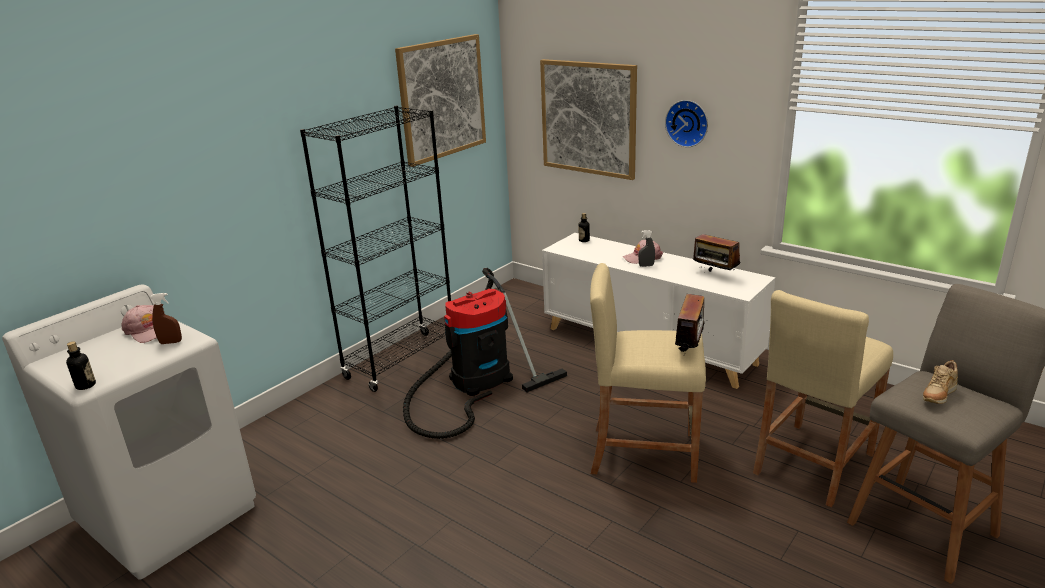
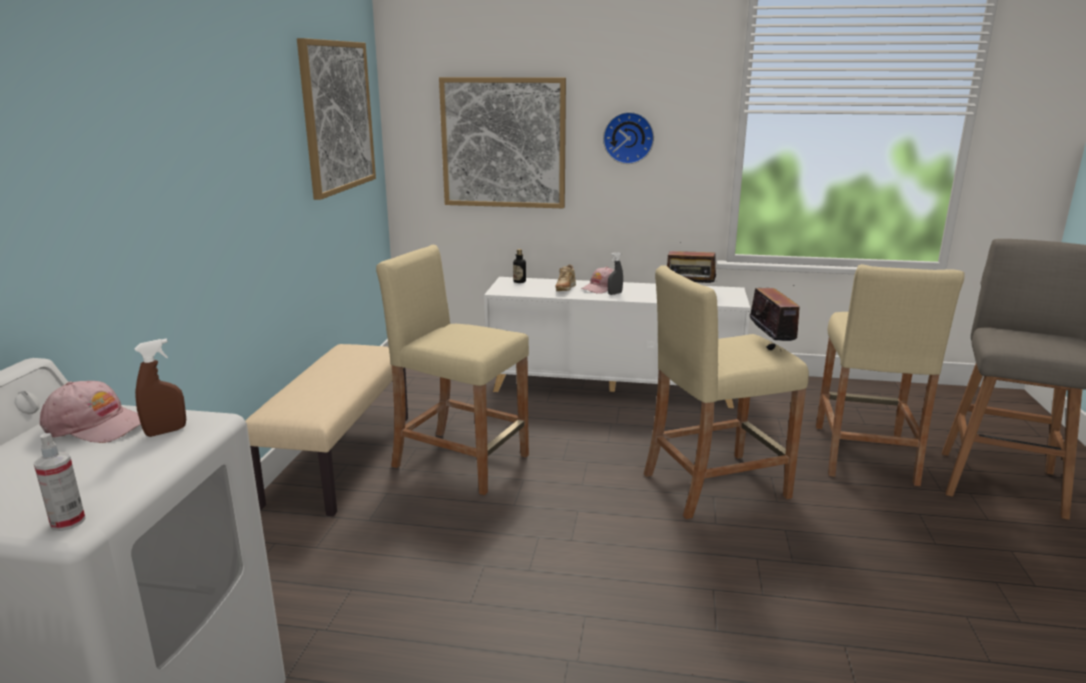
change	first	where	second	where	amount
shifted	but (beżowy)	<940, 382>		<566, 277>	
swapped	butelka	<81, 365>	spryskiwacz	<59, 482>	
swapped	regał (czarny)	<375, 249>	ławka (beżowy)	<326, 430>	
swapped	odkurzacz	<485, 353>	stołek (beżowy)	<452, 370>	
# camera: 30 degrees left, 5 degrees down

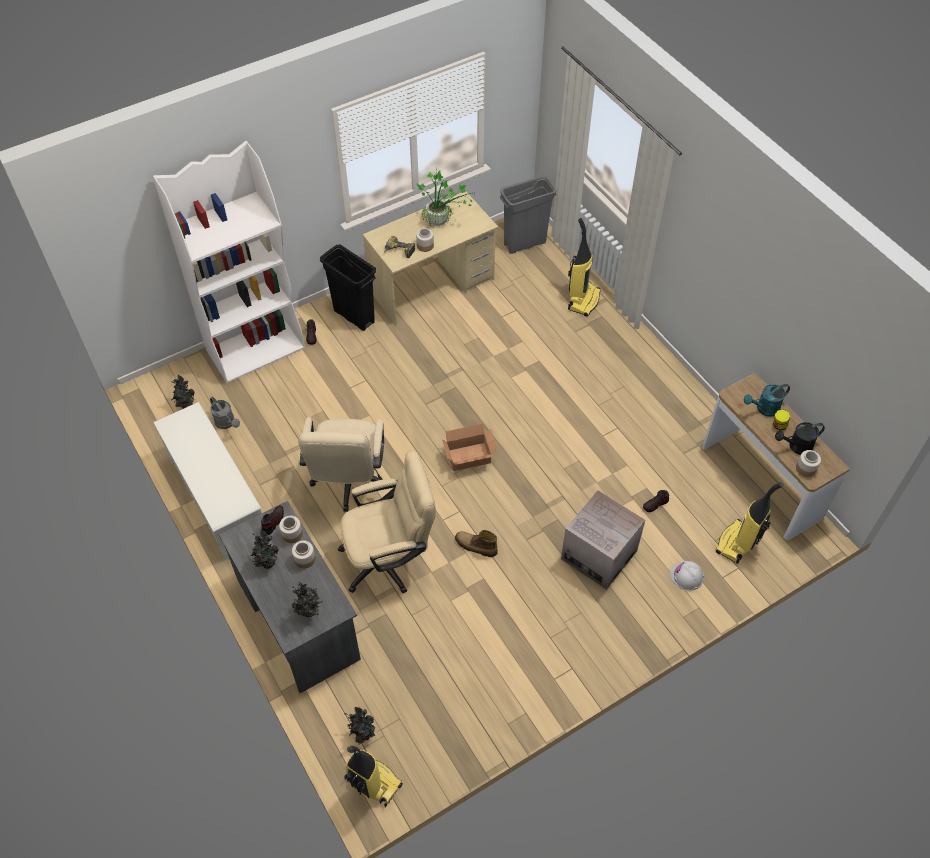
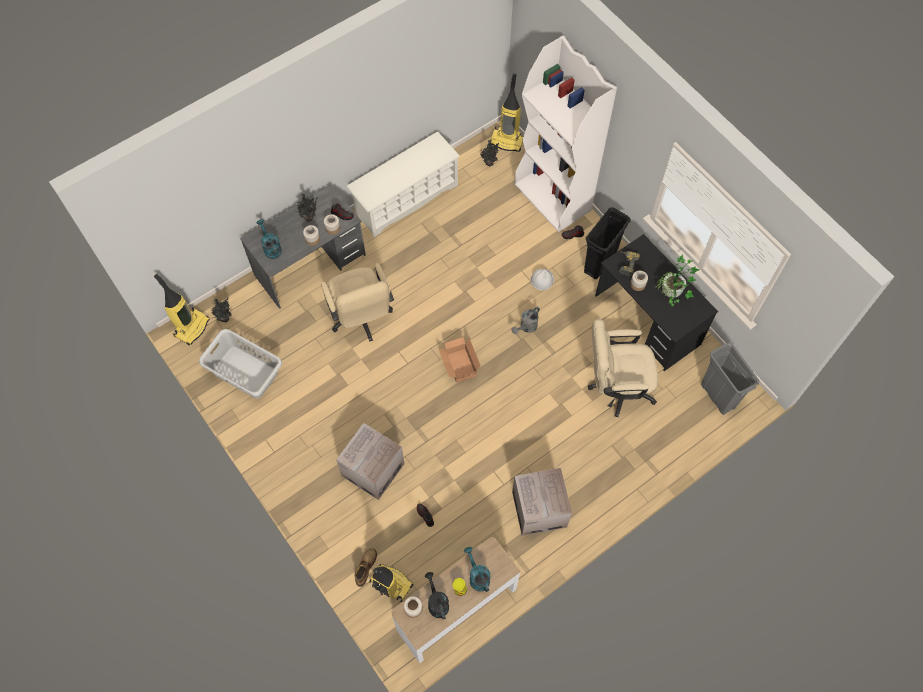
change	first	where	second	where	amount
new			kosz na pranie (szary)	<240, 364>	
new			karton	<542, 502>	
shifted	konewka (szary)	<225, 413>		<526, 320>	
shifted	krzesło biurowe (beżowy)	<341, 464>		<623, 368>	
shifted	but z cholewką	<476, 543>		<366, 568>	
shifted	odkurzacz	<584, 267>		<507, 112>	
shifted	kask (biały)	<687, 576>		<542, 279>	
swapped	roślina doniczkowa	<307, 599>	konewka (turkusowy)	<269, 239>	
repainted	biurko (beżowy)	<430, 258>	biurko (czarny)	<656, 302>	
# camera: 85 degrees right, 10 degrees up

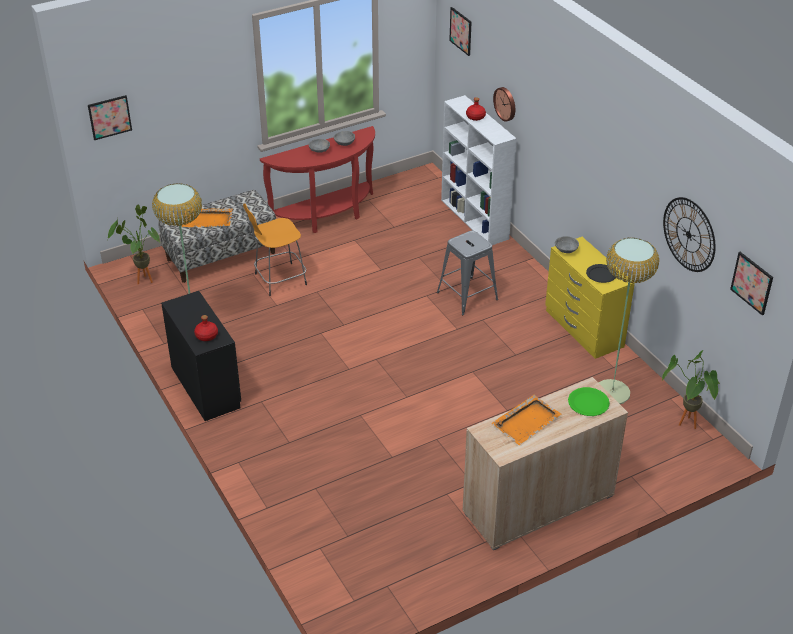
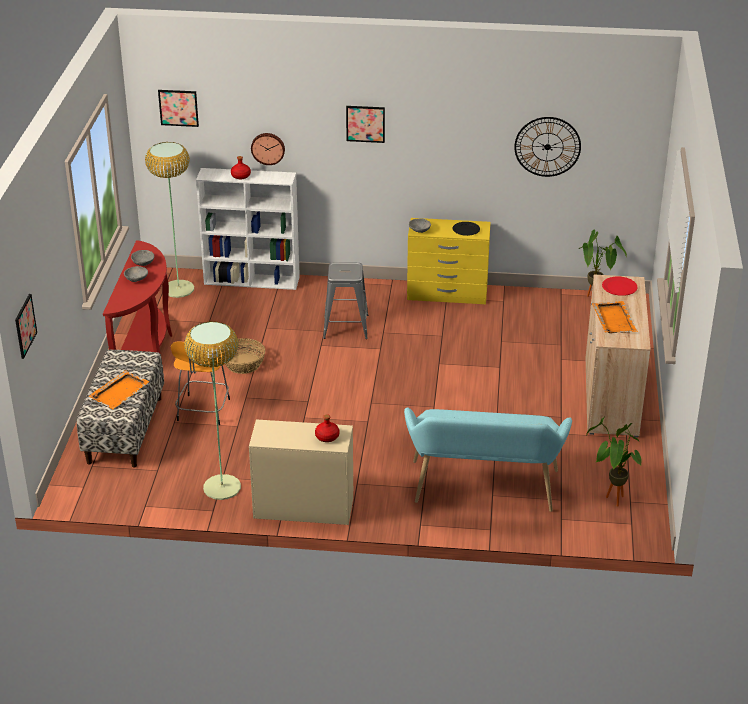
change	first	where	second	where	amount
new			koszyk	<244, 356>	
new			ławka (turkusowy)	<488, 459>	
shifted	roślina doniczkowa	<134, 244>		<614, 462>	
shifted	lampa stojąca	<628, 320>		<169, 220>	
shifted	obraz	<751, 283>		<365, 124>	
repainted	komoda (czarny)	<201, 356>	komoda (beżowy)	<301, 472>	
repainted	talerz (zielony)	<589, 401>	talerz (czerwony)	<620, 286>	
# camera: 55 degrees left, 5 degrees down

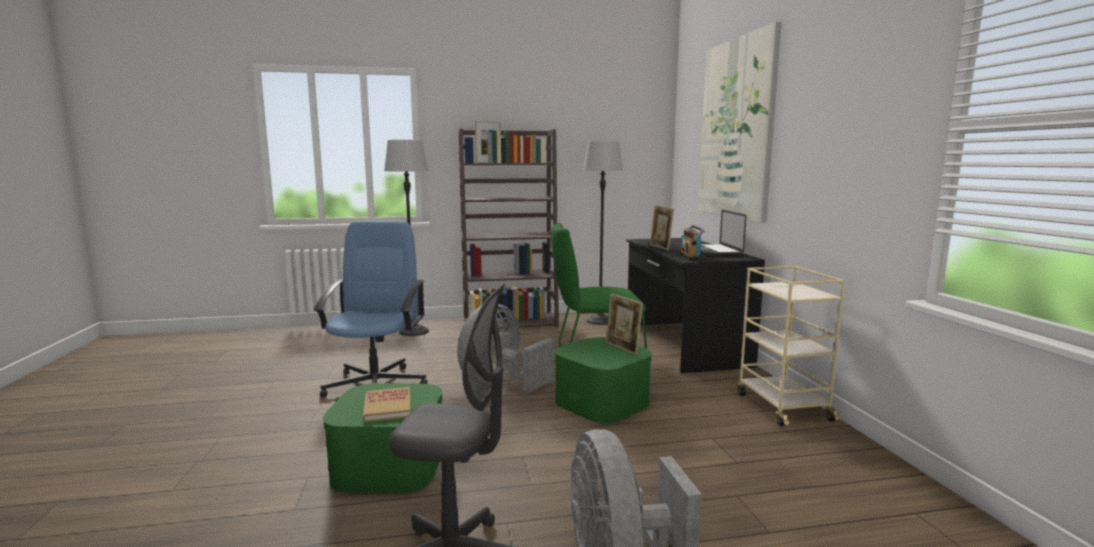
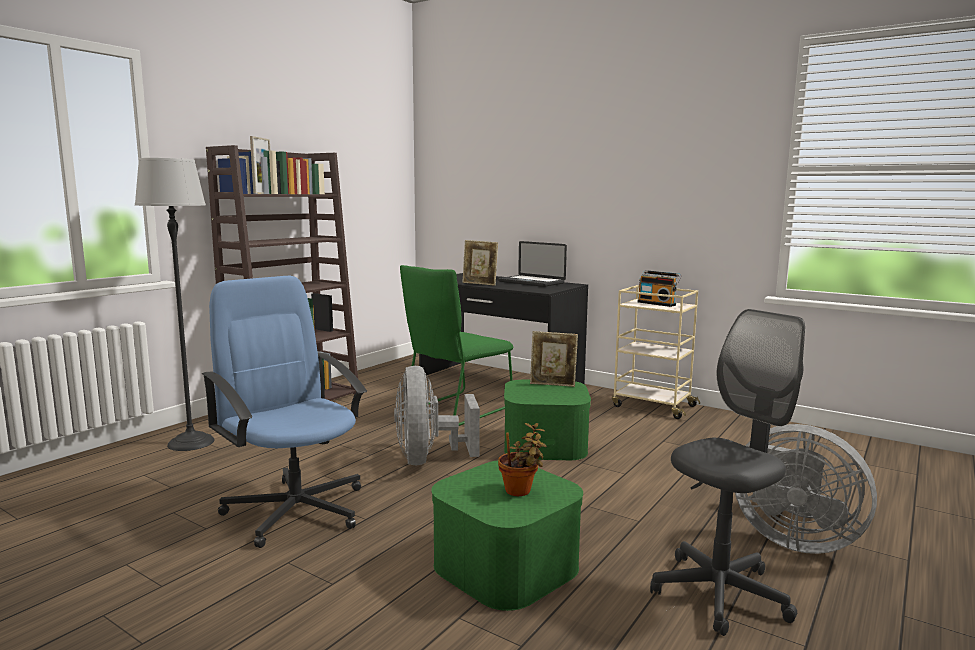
change	first	where	second	where	amount
gone	lampa stojąca	<603, 233>			
gone	obraz	<740, 122>			
shifted	radio	<692, 242>		<659, 288>	
swapped	książka	<387, 404>	roślina doniczkowa	<522, 459>	
# camera: 45 degrees left, 0 degrees up

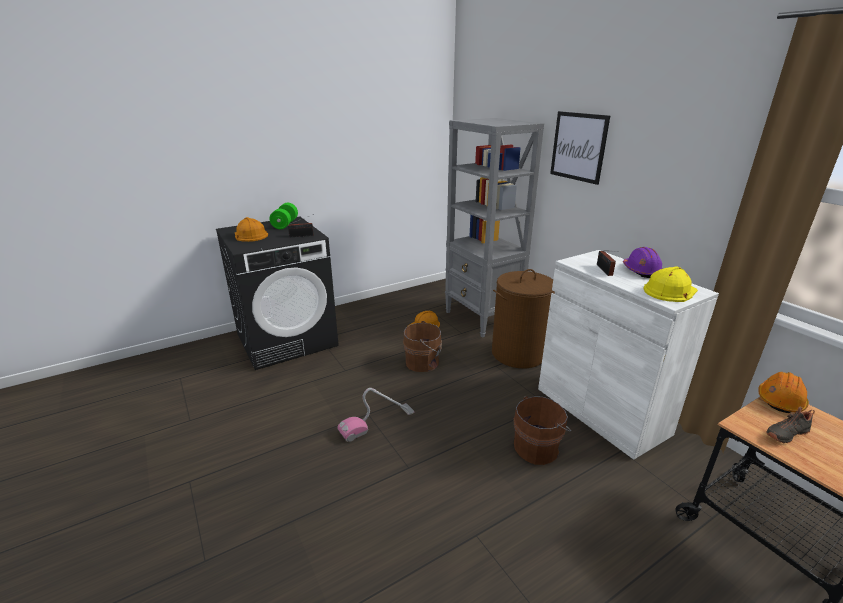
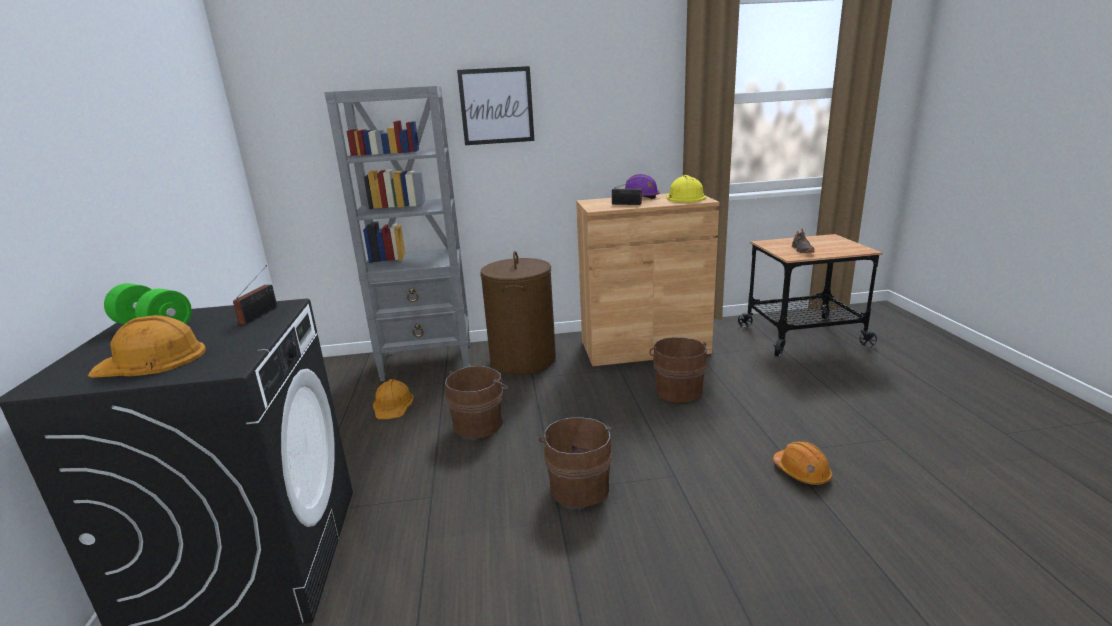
change	first	where	second	where	amount
shifted	kask (pomarańczowy)	<783, 392>		<802, 463>	
swapped	odkurzacz	<375, 415>	wiadro (brązowy)	<575, 463>	
repainted	szafka (biały)	<628, 355>	szafka (brązowy)	<647, 279>	
# camera: 65 degrees left, 5 degrees down

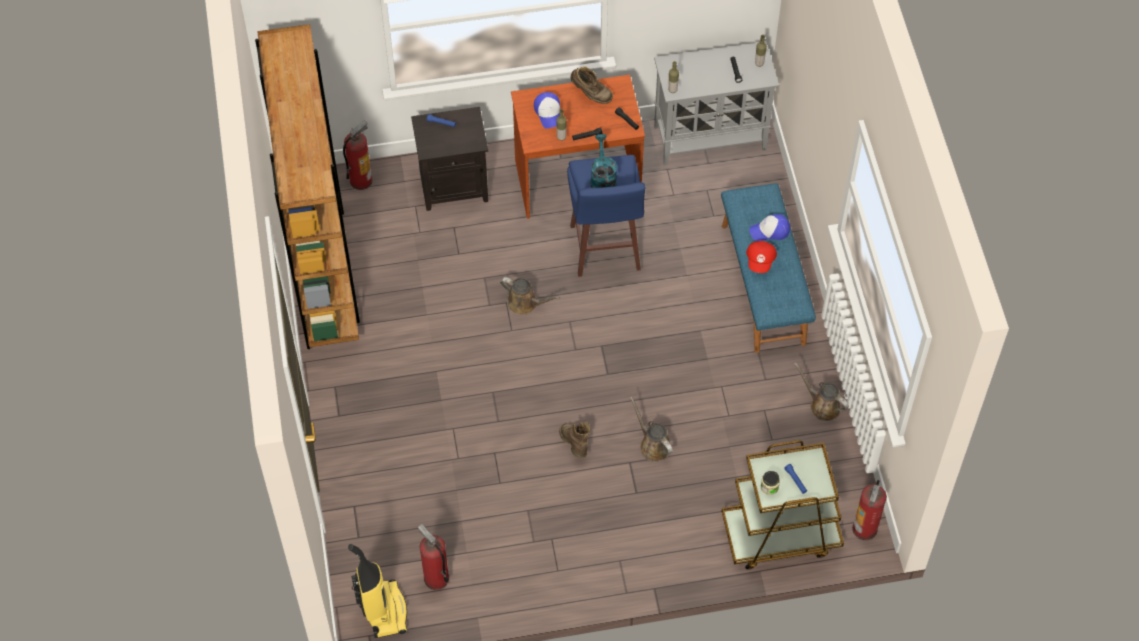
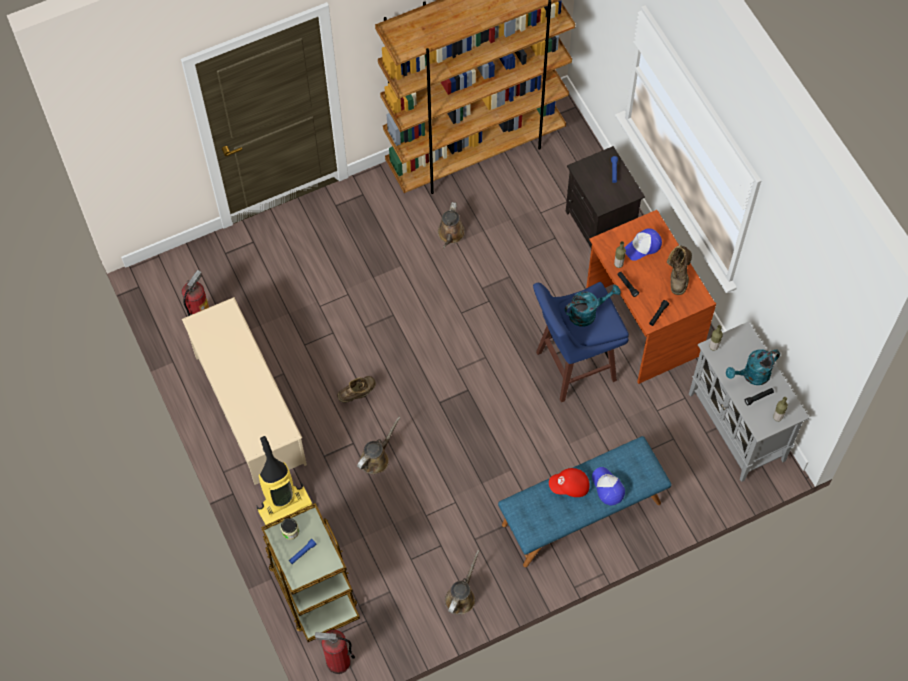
change	first	where	second	where	amount
gone	gaśnica	<358, 155>			
new			regał na buty (beżowy)	<244, 391>	
new			konewka (turkusowy)	<753, 367>	
shifted	odkurzacz	<377, 591>		<284, 480>	
shifted	konewka (brązowy)	<530, 296>		<451, 225>	
# camera: 75 degrees right, 5 degrees up

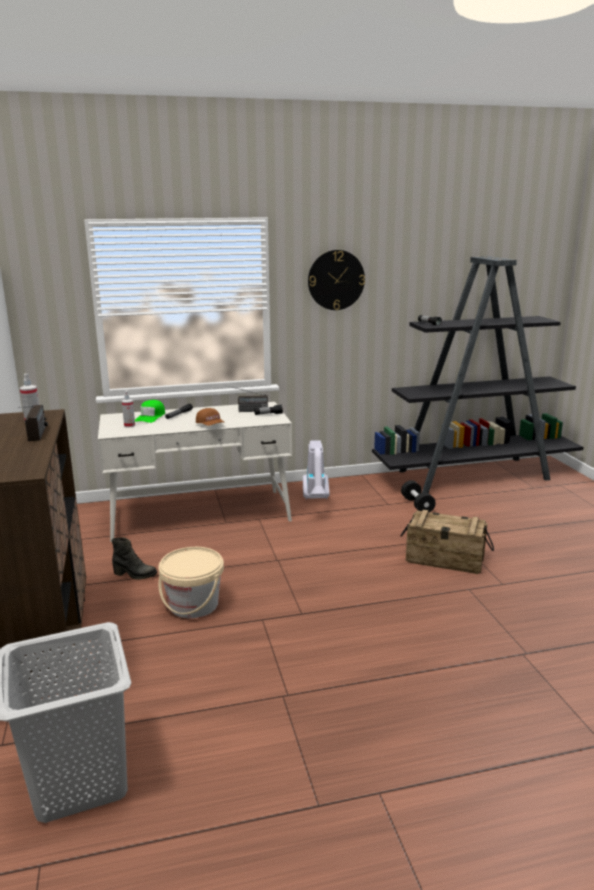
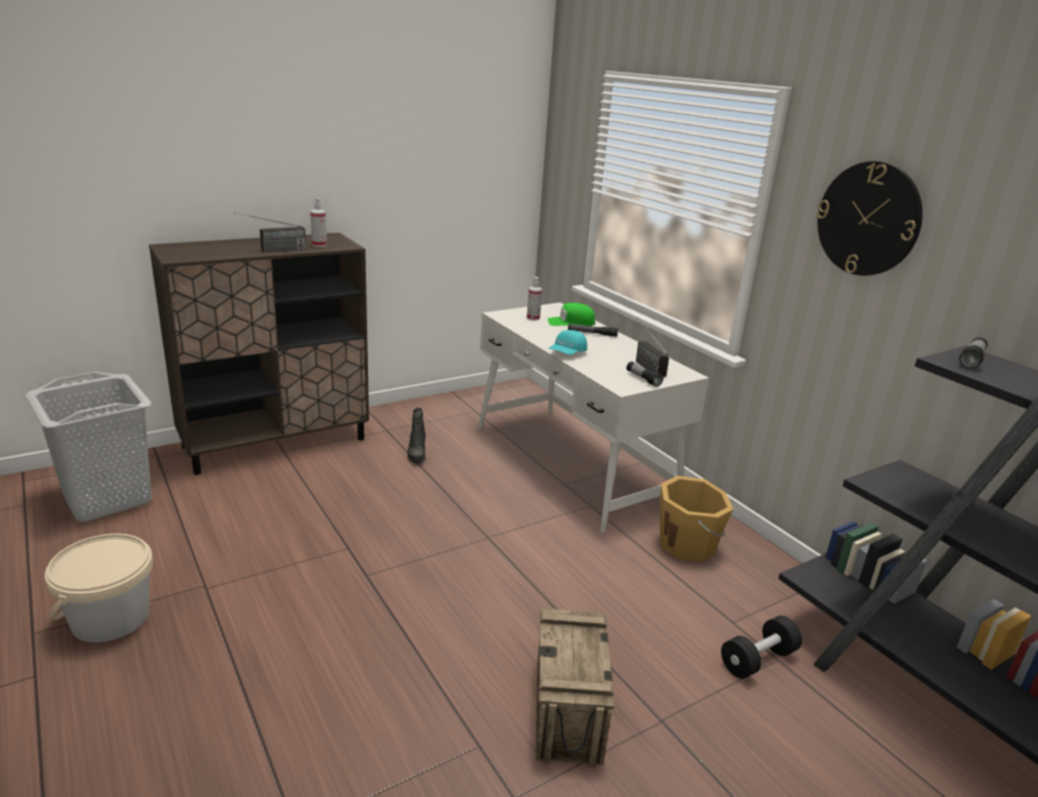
change	first	where	second	where	amount
shifted	wiadro (beżowy)	<191, 582>		<99, 588>	
swapped	odkurzacz	<316, 469>	wiadro (pomarańczowy)	<697, 518>	
repainted	czapka z daszkiem (brązowy)	<210, 417>	czapka z daszkiem (turkusowy)	<568, 342>	
# camera: 70 degrees right, 5 degrees up

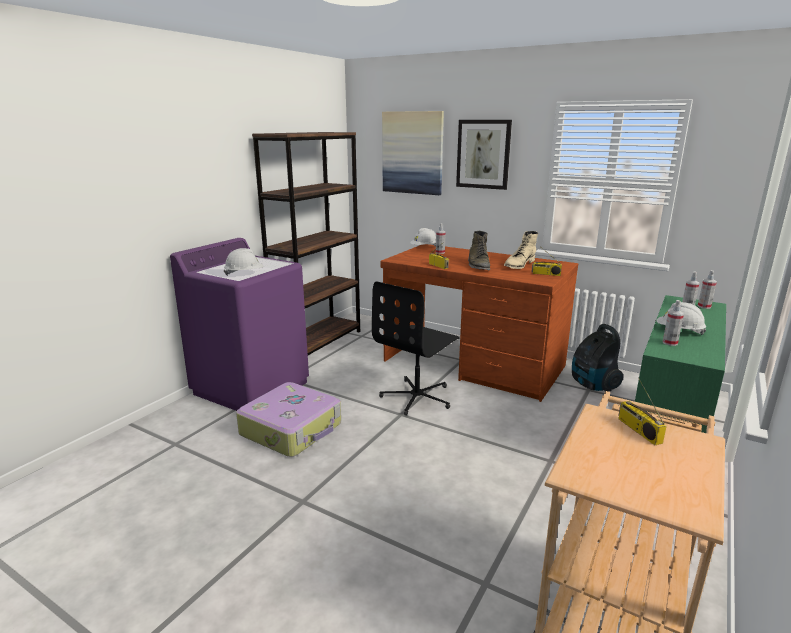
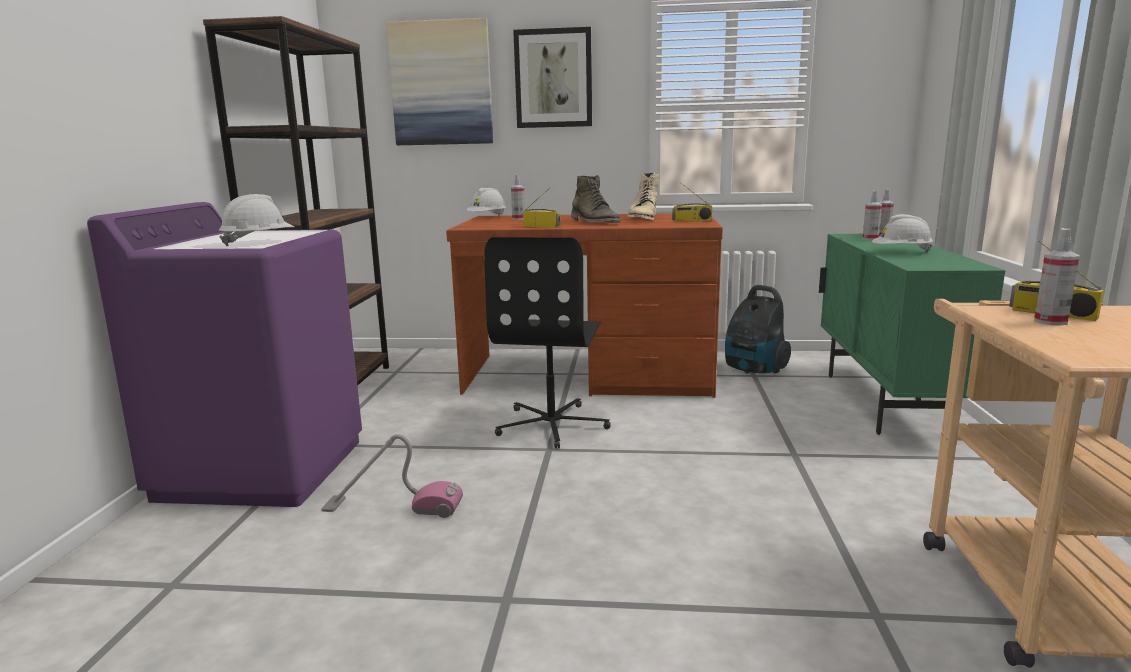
change	first	where	second	where	amount
shifted	spryskiwacz	<673, 323>		<1057, 277>	
swapped	walizka	<288, 419>	odkurzacz	<392, 476>	
# camera: 25 degrees left, 5 degrees down

